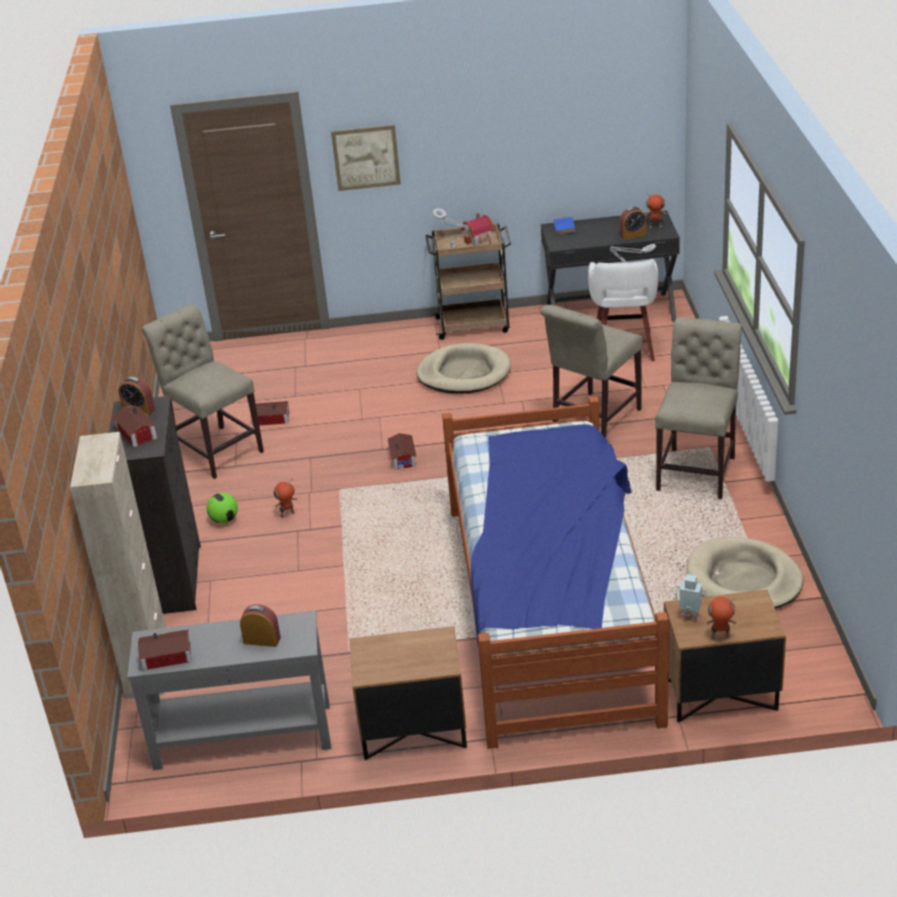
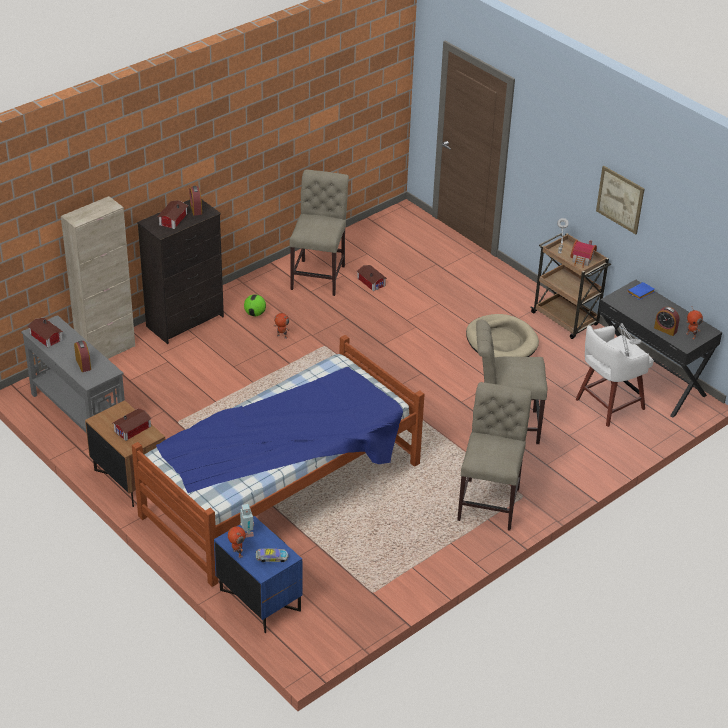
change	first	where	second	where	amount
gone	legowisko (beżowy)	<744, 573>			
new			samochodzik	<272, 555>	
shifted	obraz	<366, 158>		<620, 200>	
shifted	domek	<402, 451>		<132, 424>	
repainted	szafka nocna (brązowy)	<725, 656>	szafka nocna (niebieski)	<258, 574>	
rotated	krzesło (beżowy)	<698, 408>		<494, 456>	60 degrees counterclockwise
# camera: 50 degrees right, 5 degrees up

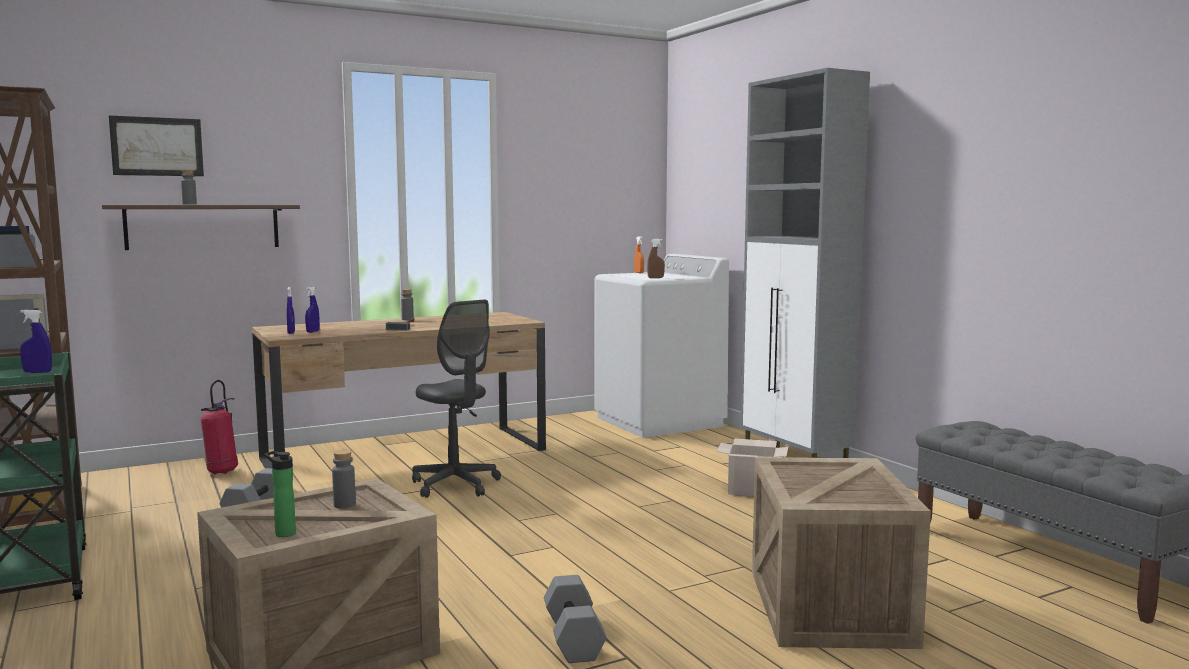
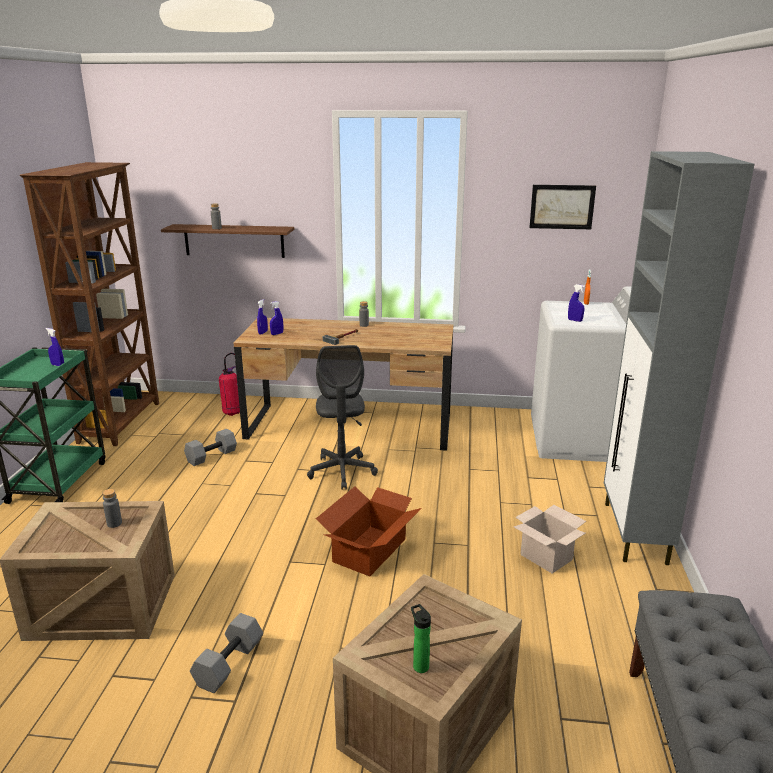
change	first	where	second	where	amount
new			karton	<369, 531>	
shifted	obraz	<156, 145>		<562, 207>	
shifted	butelka	<280, 494>		<421, 638>	
repainted	spryskiwacz (brązowy)	<656, 258>	spryskiwacz (niebieski)	<576, 303>	
# camera: 35 degrees right, 15 degrees up

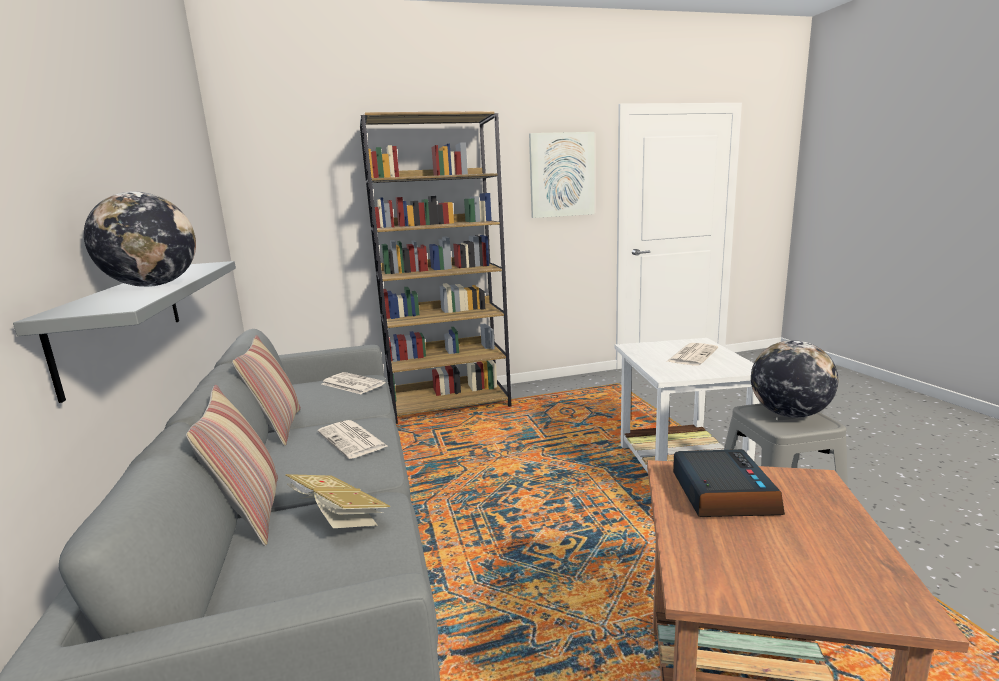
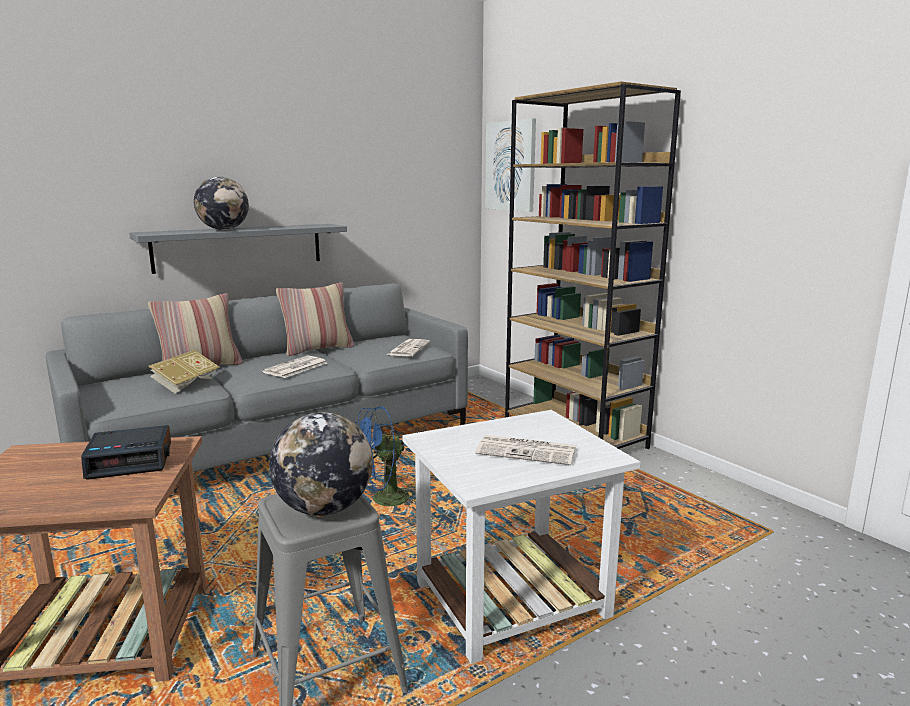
change	first	where	second	where	amount
new			wentylator (niebieski)	<385, 459>	
shifted	obraz	<561, 175>		<510, 165>	
# camera: 70 degrees right, 0 degrees up

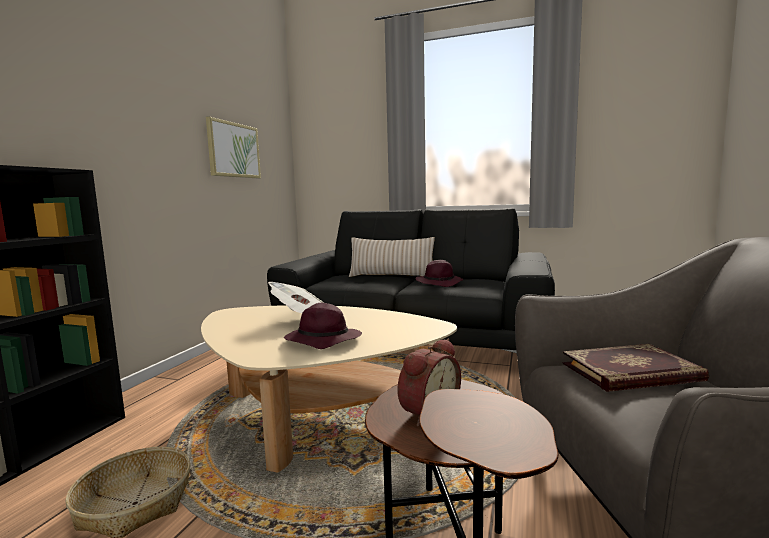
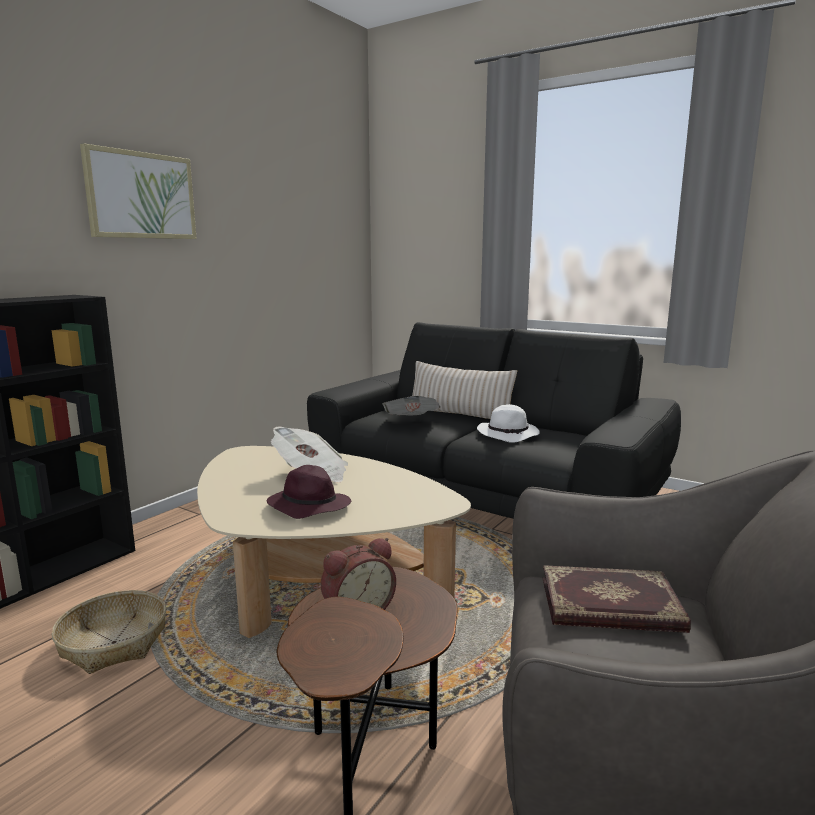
change	first	where	second	where	amount
new			gazeta	<411, 405>	
shifted	obraz	<233, 147>		<138, 191>	
repainted	kapelusz (fioletowy)	<439, 273>	kapelusz (biały)	<508, 423>	
# camera: 15 degrees right, 5 degrees up

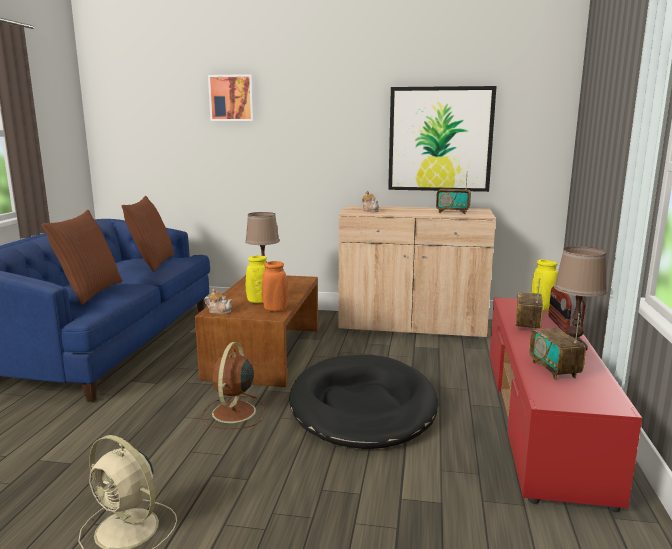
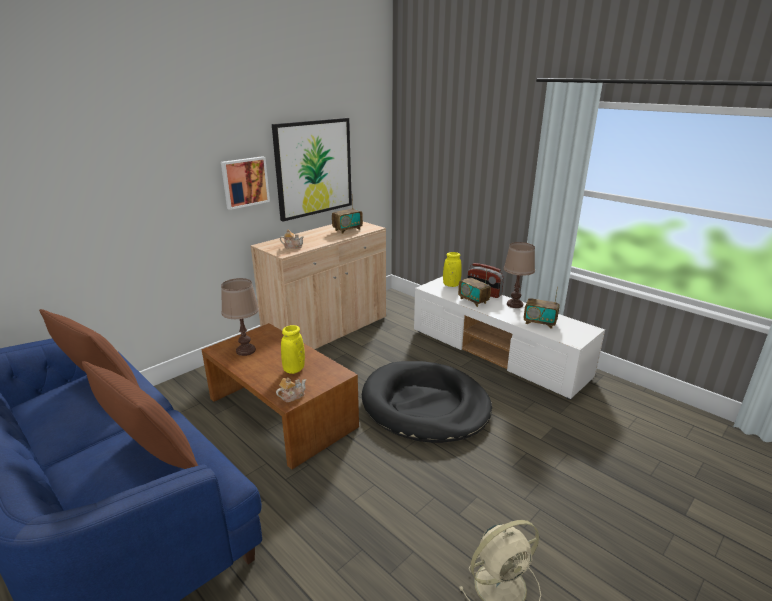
change	first	where	second	where	amount
gone	wentylator (brązowy)	<232, 385>			
gone	wazon (pomarańczowy)	<275, 286>			
shifted	obraz	<231, 97>		<245, 183>	
repainted	szafka pod telewizor (czerwony)	<566, 405>	szafka pod telewizor (biały)	<509, 338>	
# camera: 55 degrees left, 10 degrees up

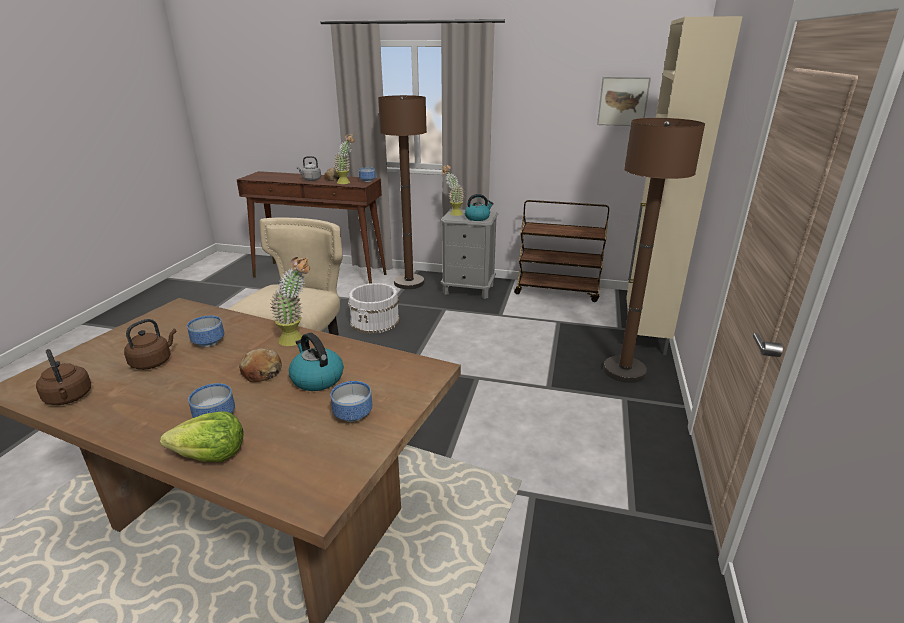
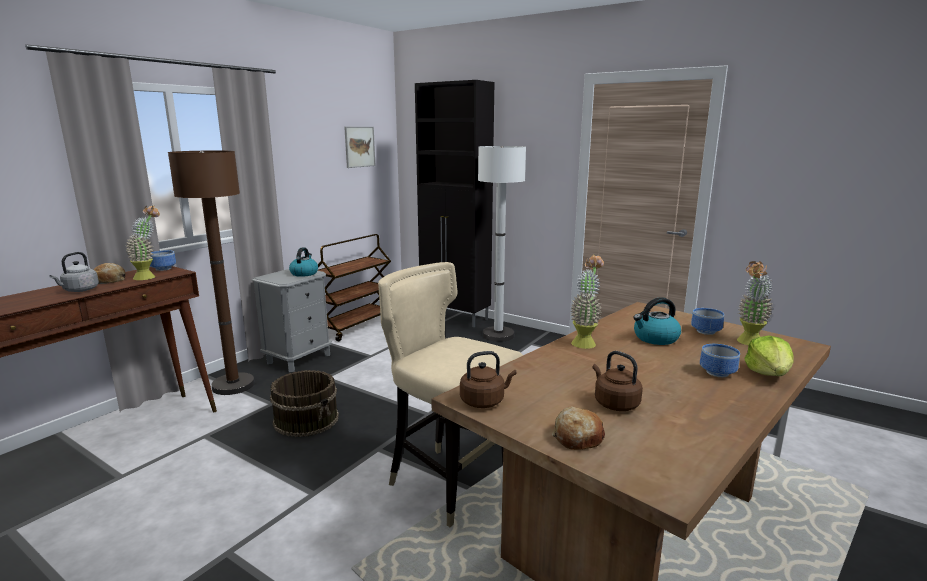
change	first	where	second	where	amount
gone	miska	<205, 331>			
shifted	czajnik (brązowy)	<63, 377>		<488, 379>	
shifted	chleb	<260, 365>		<578, 428>	
shifted	roślina doniczkowa	<453, 190>		<755, 303>	
repainted	wiadro (biały)	<374, 308>	wiadro (brązowy)	<304, 403>	
repainted	lampa stojąca (brązowy)	<654, 250>	lampa stojąca (biały)	<502, 244>	
repainted	szafka (beżowy)	<684, 185>	szafka (czarny)	<454, 203>	
# camera: 70 degrees left, 10 degrees down

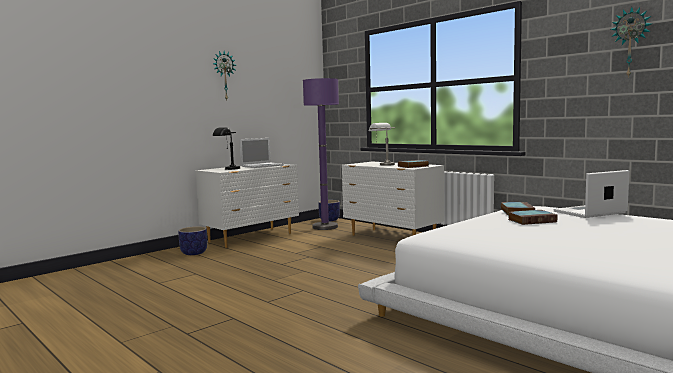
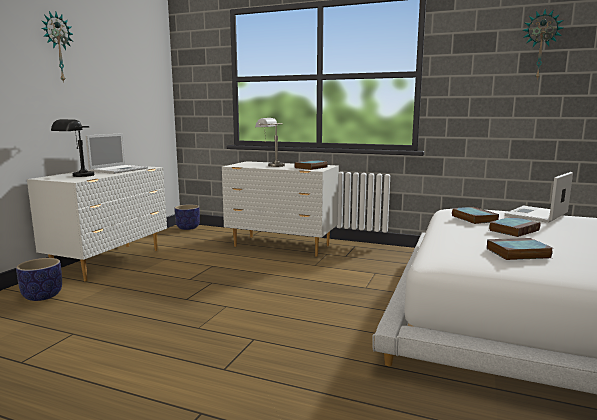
change	first	where	second	where	amount
gone	lampa stojąca (fioletowy)	<321, 154>			
new			książka	<520, 249>	
# camera: 25 degrees left, 5 degrees up

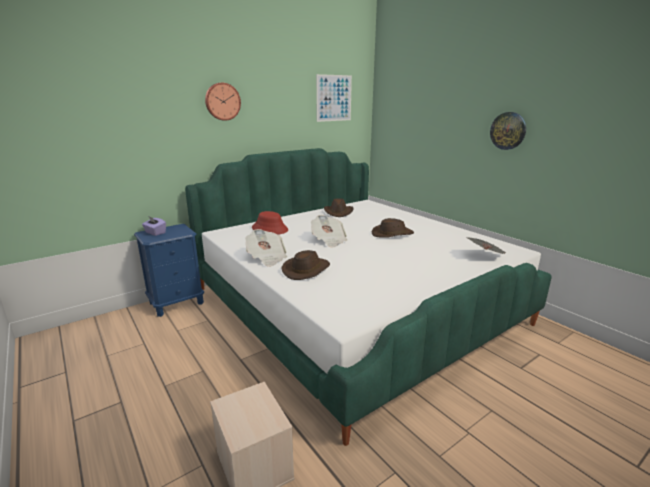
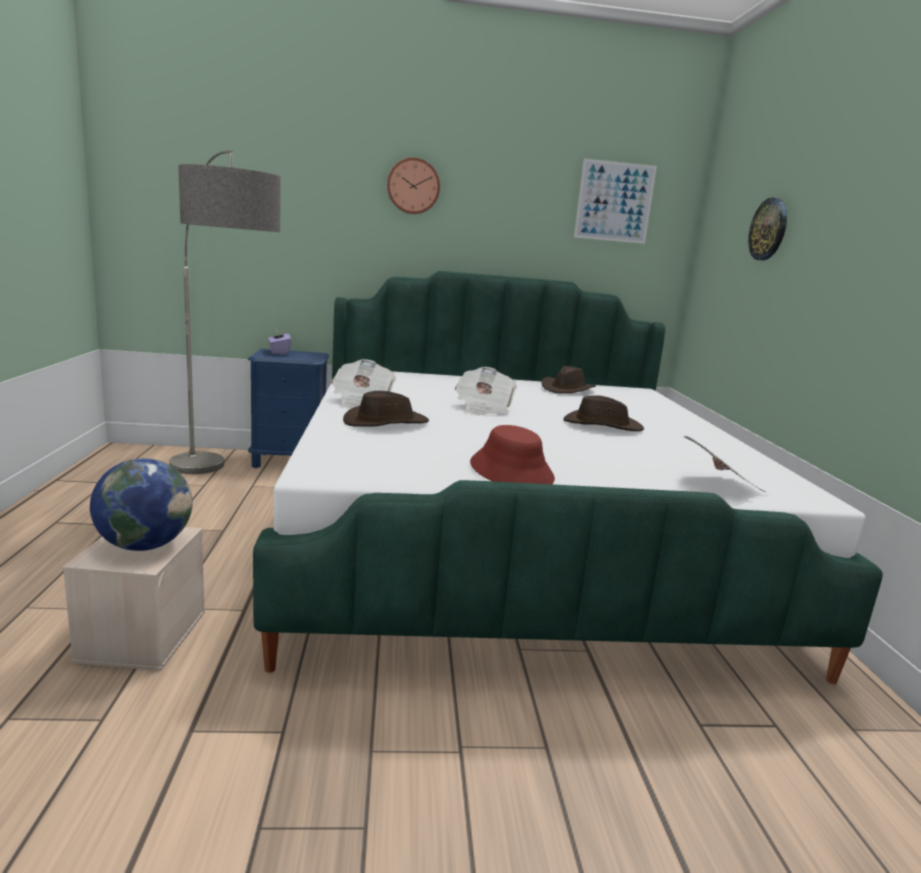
change	first	where	second	where	amount
new			globus	<141, 504>	
new			lampa stojąca	<225, 312>	
shifted	kapelusz (czerwony)	<270, 223>		<512, 454>	
shifted	zegar ścienny	<508, 131>		<767, 229>	
# camera: 30 degrees right, 5 degrees down

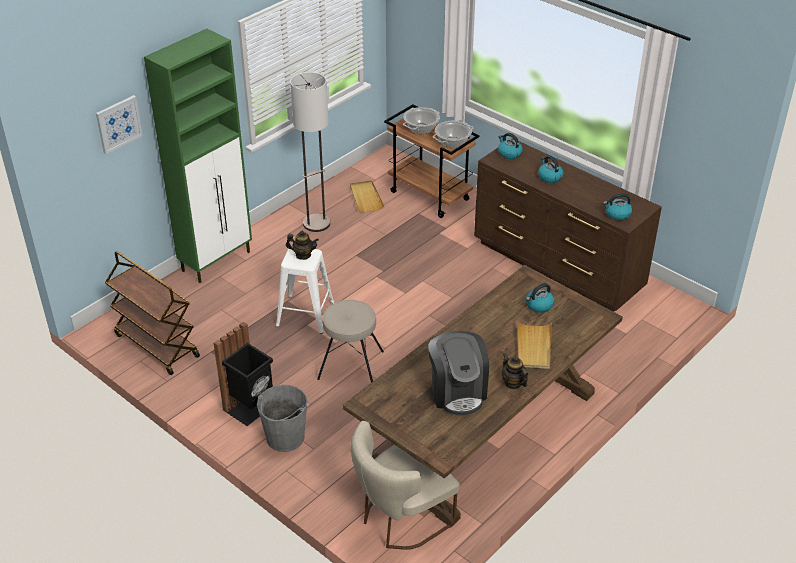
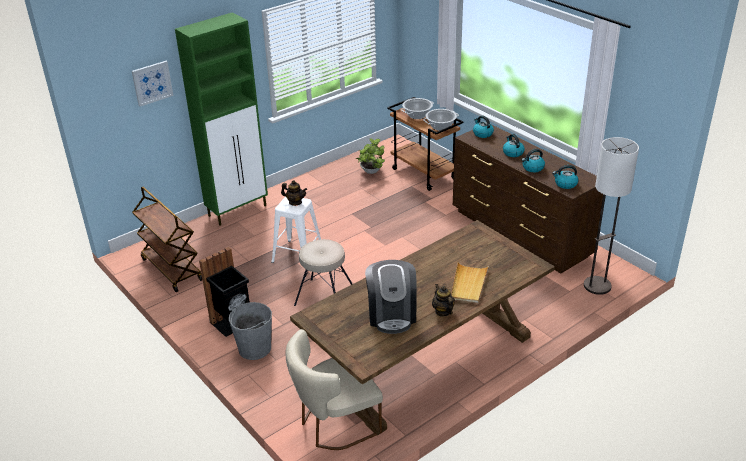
change	first	where	second	where	amount
shifted	lampa stojąca	<310, 152>		<611, 216>	
shifted	czajnik	<540, 298>		<533, 160>	
swapped	taca (beżowy)	<367, 196>	roślina doniczkowa	<370, 156>	
# camera: 10 degrees right, 5 degrees down

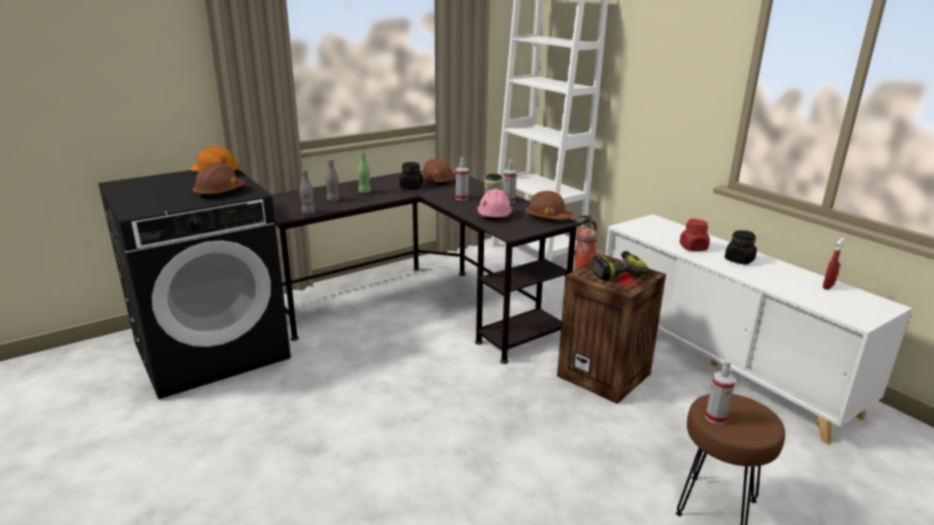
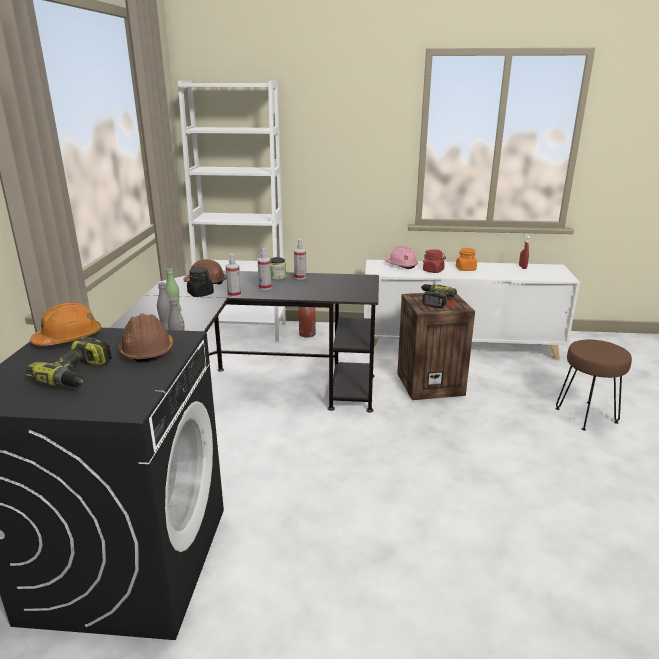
change	first	where	second	where	amount
gone	kask (brązowy)	<549, 205>			
new			wiertarka	<68, 362>	
shifted	kask (różowy)	<495, 204>		<401, 257>	
shifted	spryskiwacz	<720, 392>		<233, 275>	
repainted	słoik (czarny)	<741, 247>	słoik (pomarańczowy)	<466, 259>	
# camera: 50 degrees left, 0 degrees up

